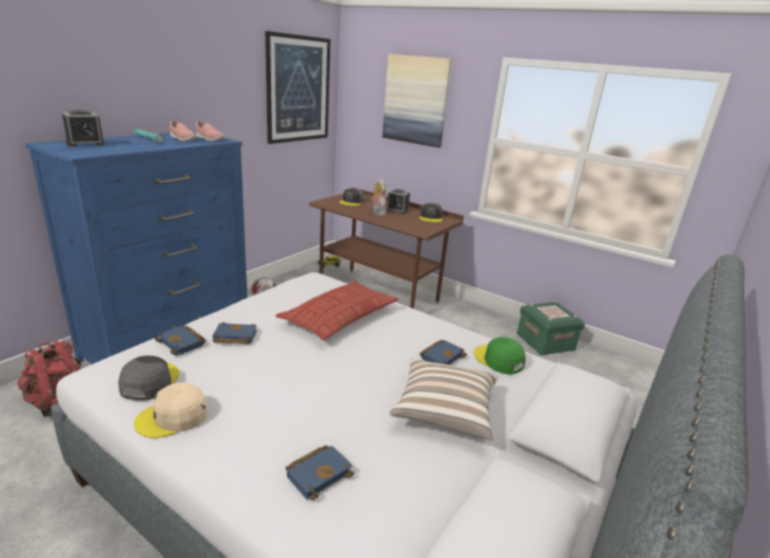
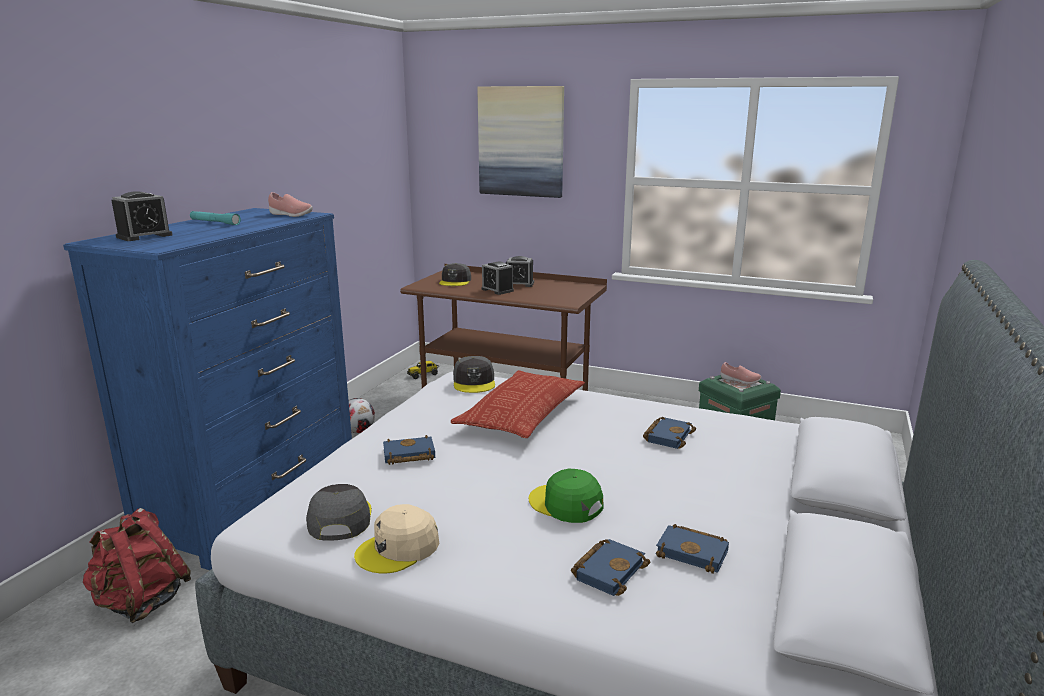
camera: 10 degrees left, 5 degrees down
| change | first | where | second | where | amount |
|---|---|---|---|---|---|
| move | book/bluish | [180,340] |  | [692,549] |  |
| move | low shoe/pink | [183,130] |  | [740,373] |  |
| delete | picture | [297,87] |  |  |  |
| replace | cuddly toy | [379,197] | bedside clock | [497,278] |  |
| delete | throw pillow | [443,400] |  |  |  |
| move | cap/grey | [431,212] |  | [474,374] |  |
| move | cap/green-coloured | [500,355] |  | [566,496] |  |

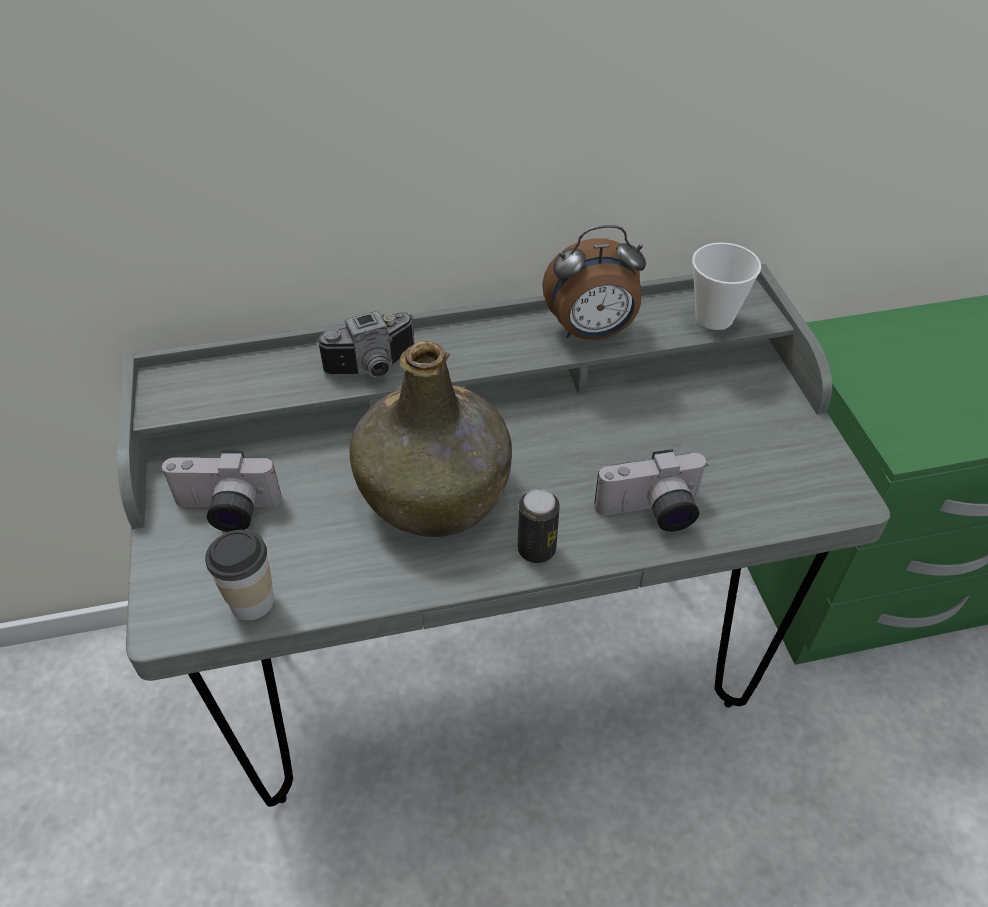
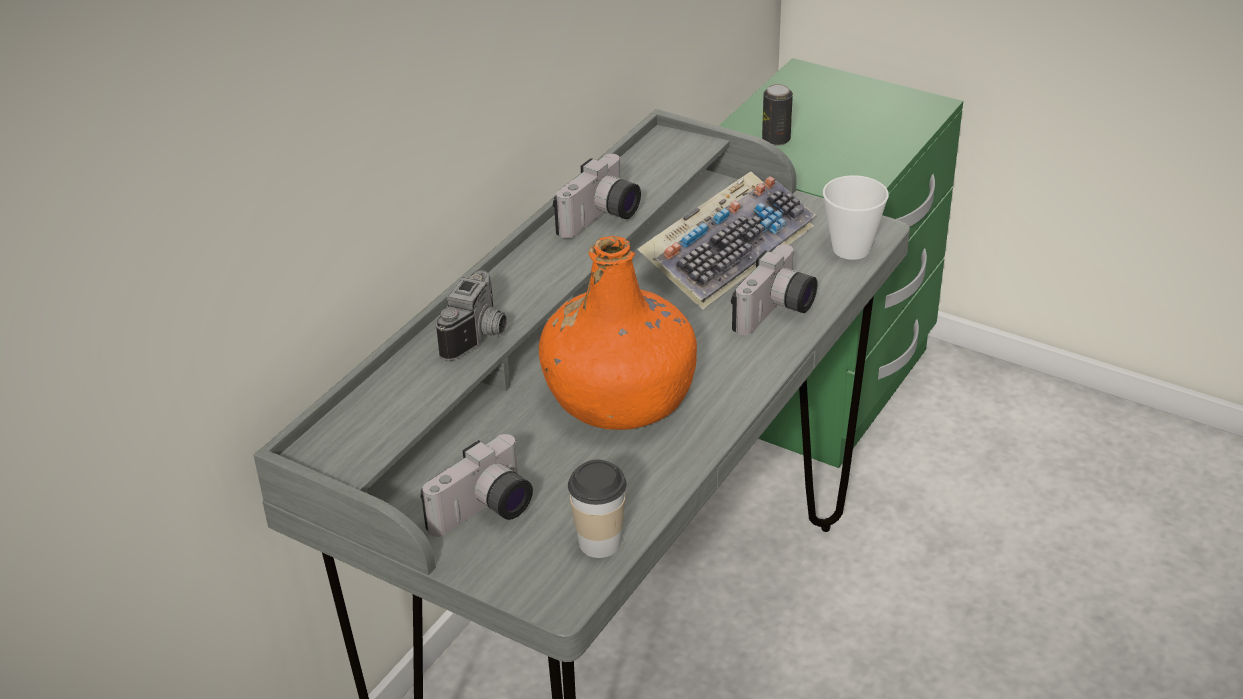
camera: 45 degrees left, 10 degrees down
| change | first | where | second | where | amount |
|---|---|---|---|---|---|
| recolor | bottle/green-coloured | [431,439] | bottle/orange | [618,333] |  |
| move | sealed can | [539,526] |  | [777,115] |  |
| replace | bedside clock | [594,282] | still camera | [597,196] |  |
| move | small cup | [726,286] |  | [856,217] |  |
| insert |  |  | computer keyboard | [726,240] |  |

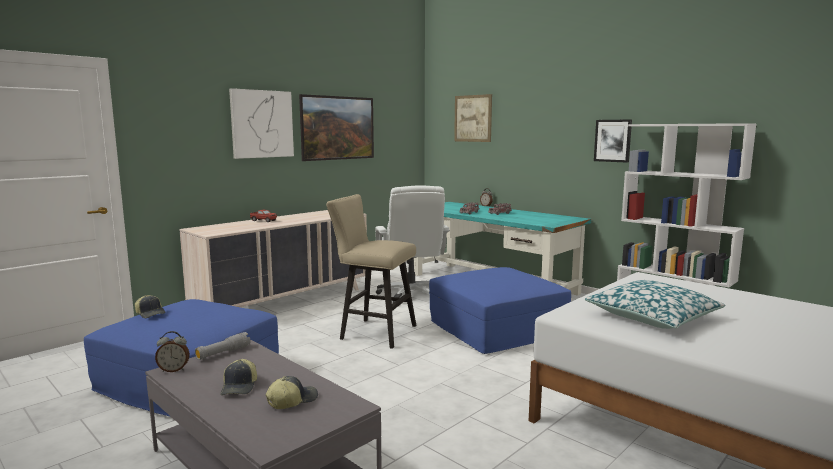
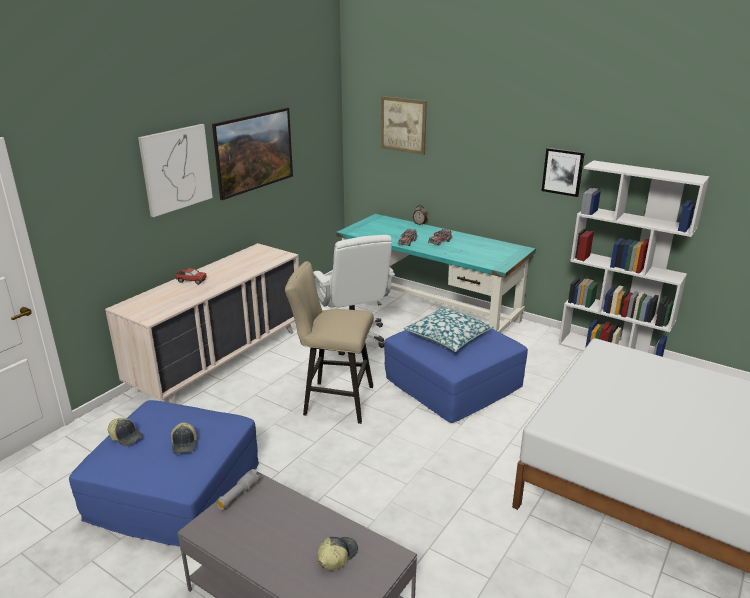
camera: 10 degrees left, 15 degrees up
| change | first | where | second | where | amount |
|---|---|---|---|---|---|
| delete | bedside clock | [172,351] |  |  |  |
| move | cap | [238,377] |  | [184,438] |  |
| move | throw pillow | [655,304] |  | [449,329] |  |

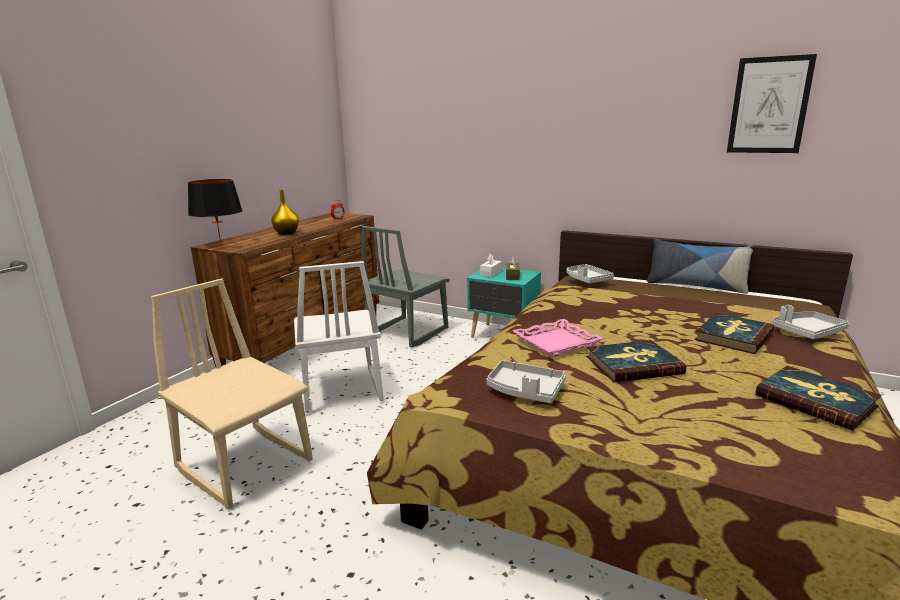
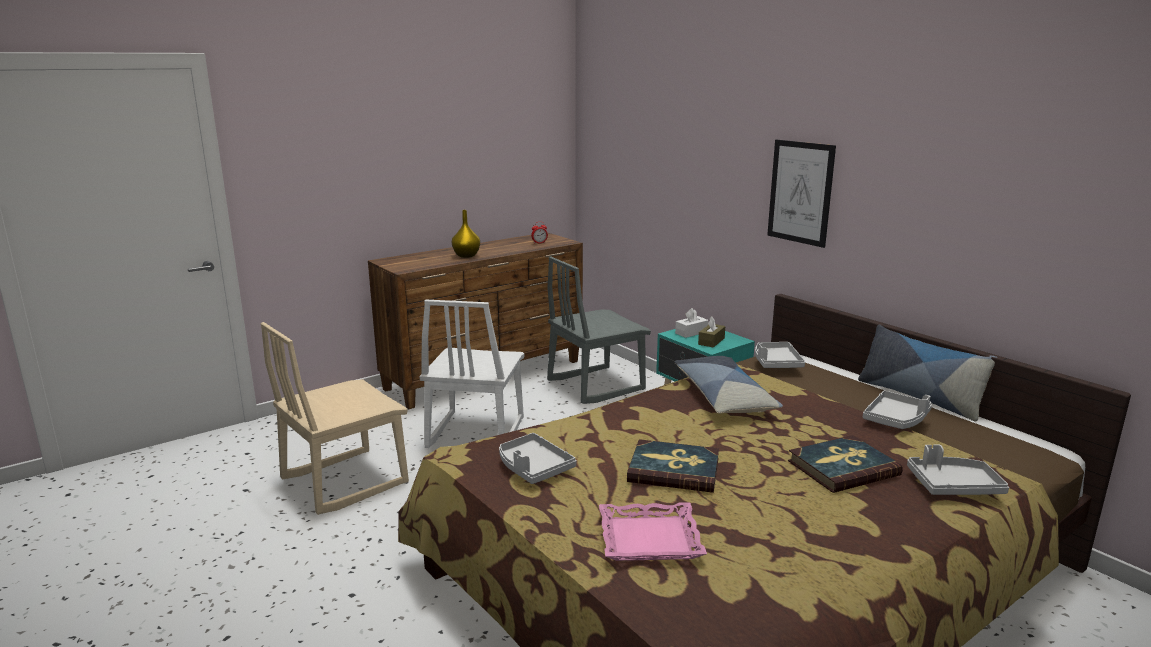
camera: 25 degrees right, 0 degrees up
| change | first | where | second | where | amount |
|---|---|---|---|---|---|
| rotate | upright chair/beige | [232,394] |  | [335,418] | 105 degrees counterclockwise |
| delete | tabletop lamp/black | [215,212] |  |  |  |
| move | tray/pink | [558,337] |  | [653,531] |  |
| move | picture | [772,103] |  | [801,194] |  |
| delete | book | [818,398] |  |  |  |
| insert |  |  | throw pillow | [729,385] |  |
| insert |  |  | tray/grey | [897,410] |  |

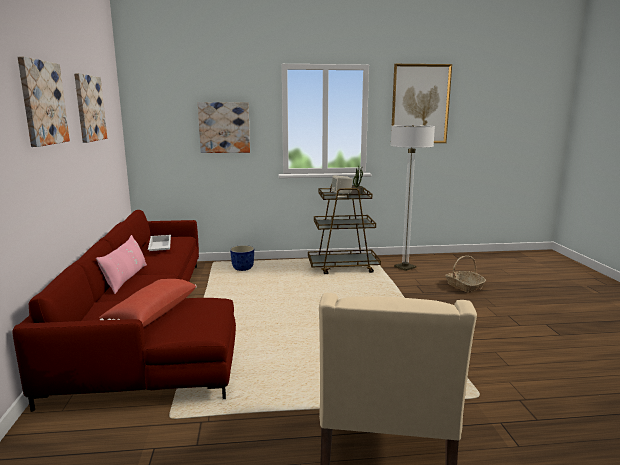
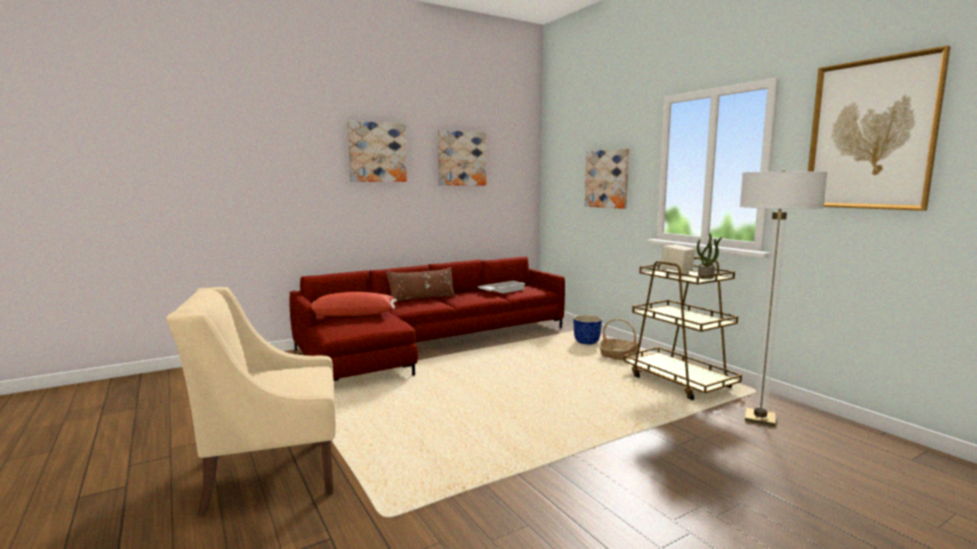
camera: 65 degrees right, 5 degrees down
| change | first | where | second | where | amount |
|---|---|---|---|---|---|
| recolor | throw pillow/pink | [121,264] | throw pillow/brown-coloured | [421,284] |  |
| move | basket | [465,274] |  | [619,339] |  |

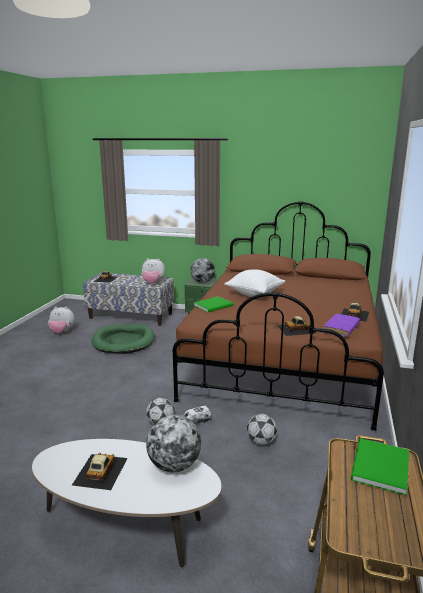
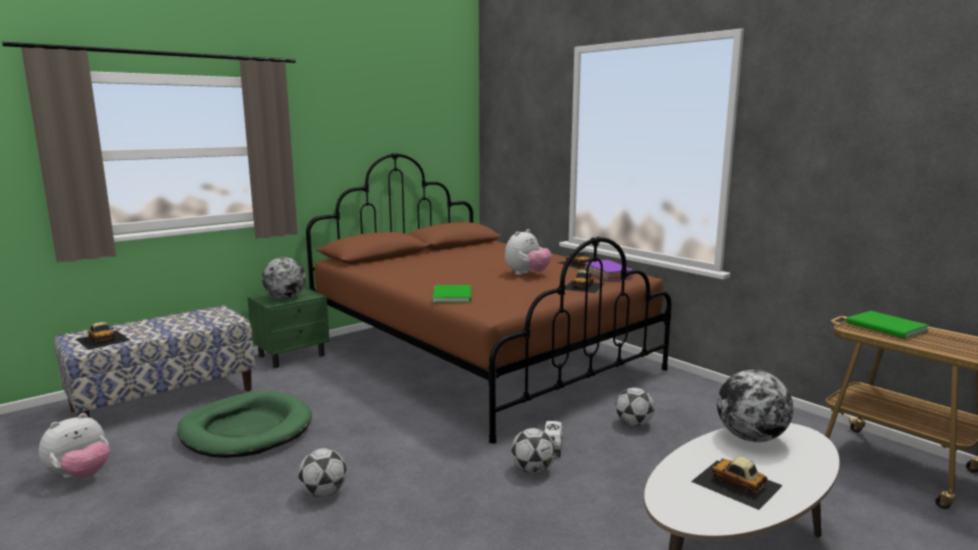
camera: 55 degrees left, 5 degrees down
| change | first | where | second | where | amount |
|---|---|---|---|---|---|
| move | cuddly toy | [153,271] |  | [528,252] |  |
| delete | throw pillow/white-coloured | [254,283] |  |  |  |
| insert |  |  | ball for football | [322,472] |  |

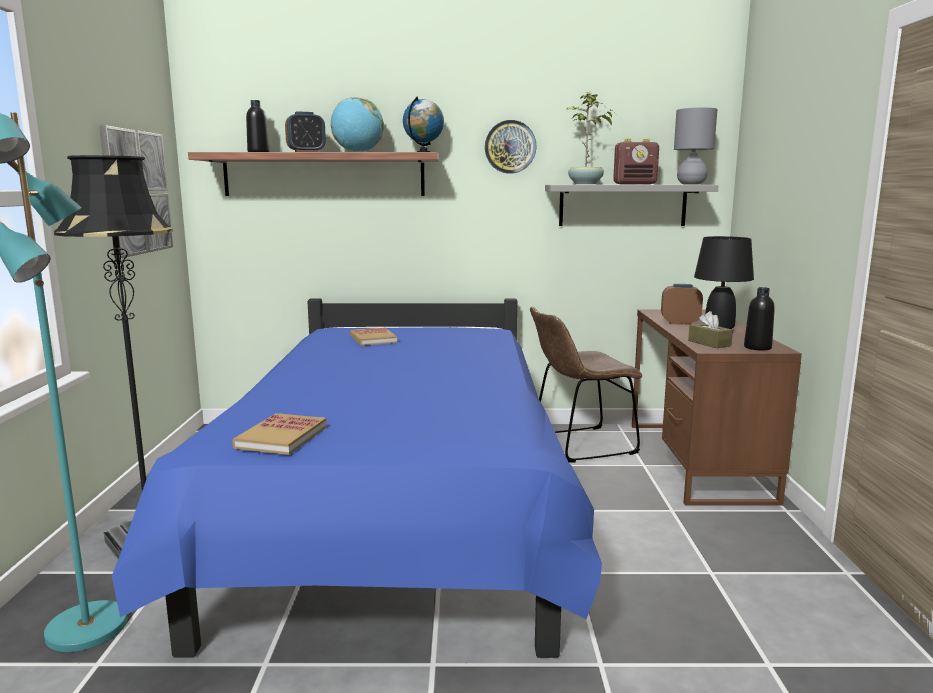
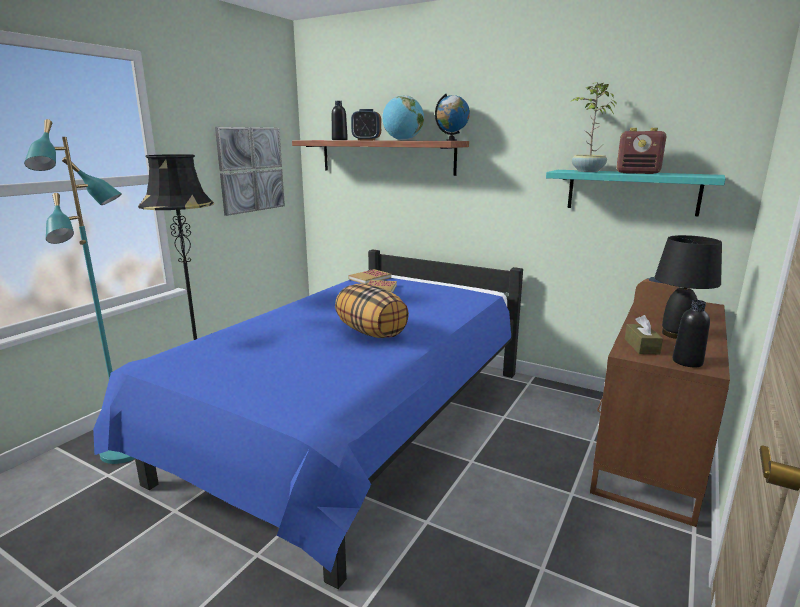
camera: 30 degrees right, 5 degrees up
| change | first | where | second | where | amount |
|---|---|---|---|---|---|
| move | book | [279,434] |  | [369,276] |  |
| delete | wall clock | [511,147] |  |  |  |
| delete | upright chair/brown-coloured | [586,384] |  |  |  |
| recolor | bracket shelf/grey | [632,205] | bracket shelf/turquoise-coloured | [636,193] |  |
| delete | tabletop lamp/grey | [695,146] |  |  |  |
| insert |  |  | throw pillow | [372,311] |  |

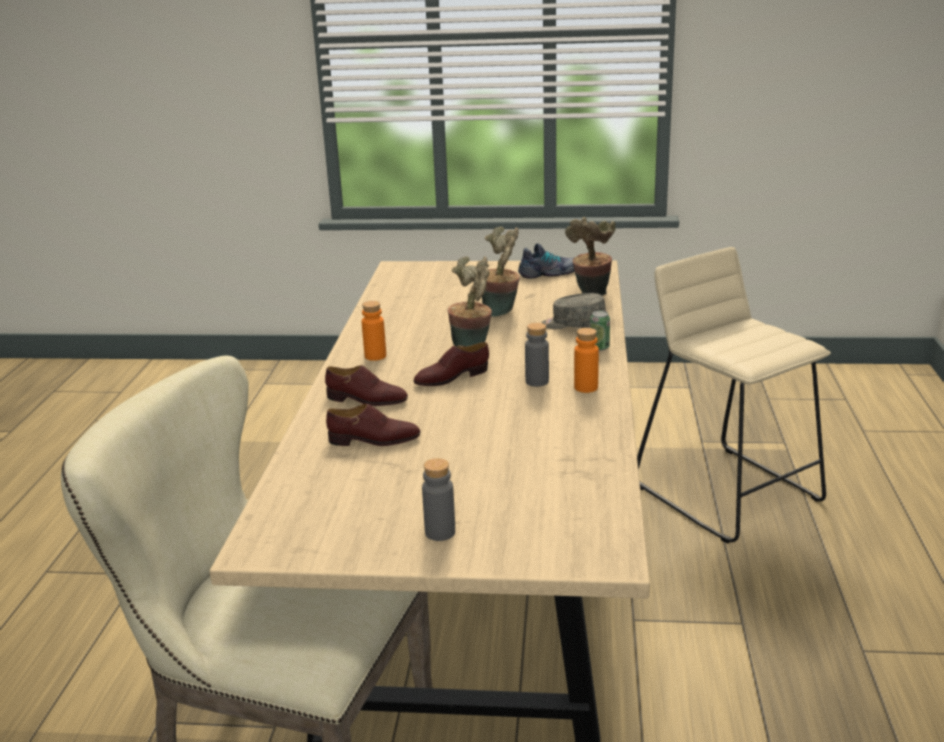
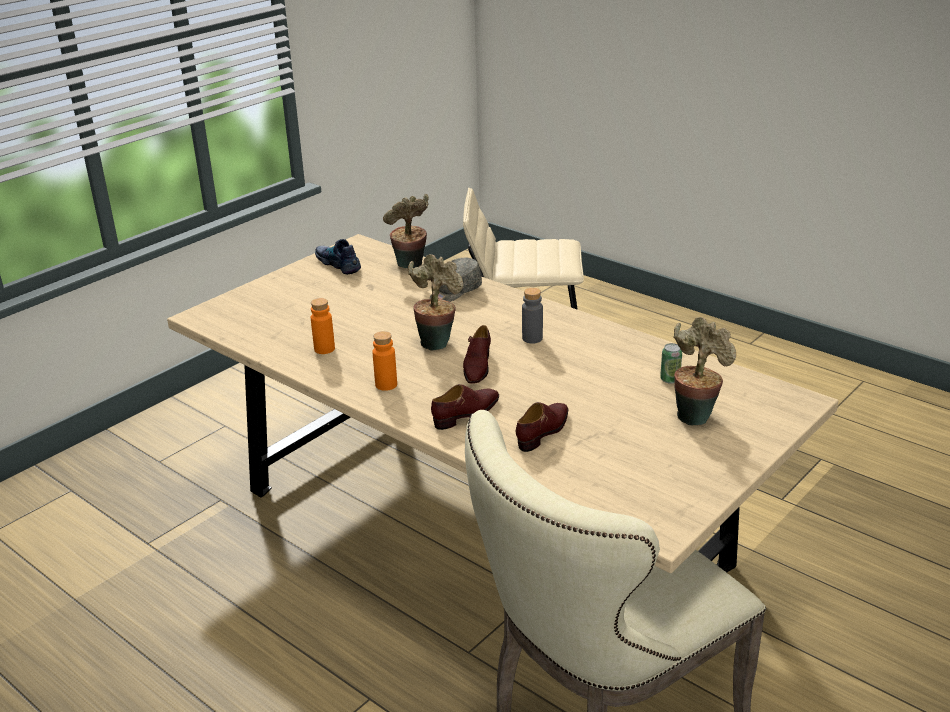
camera: 55 degrees left, 5 degrees up
| change | first | where | second | where | amount |
|---|---|---|---|---|---|
| delete | bottle/grey | [438,499] |  |  |  |
| move | potted plant | [501,271] |  | [704,371] |  |
| rotate | low shoe | [546,261] |  | [338,257] | 60 degrees counterclockwise |
| move | bottle/orange | [586,360] |  | [323,326] |  |
| move | sealed can | [600,331] |  | [671,363] |  |

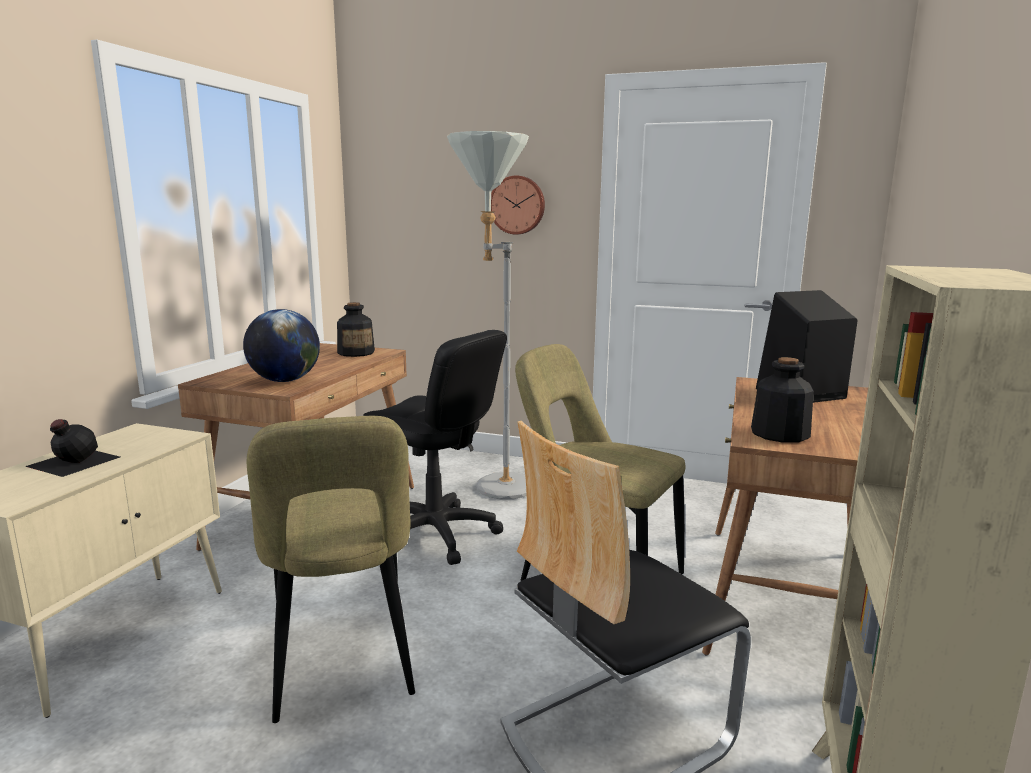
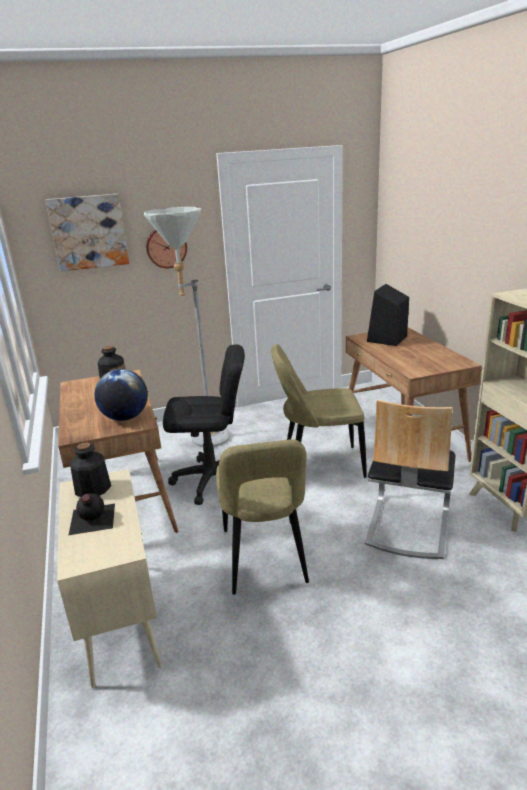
camera: 35 degrees left, 10 degrees up
| change | first | where | second | where | amount |
|---|---|---|---|---|---|
| rotate | upright chair/beige | [331,569] |  | [262,517] | 45 degrees clockwise |
| move | bottle | [782,400] |  | [90,470] |  |
| insert |  |  | picture | [87,233] |  |

